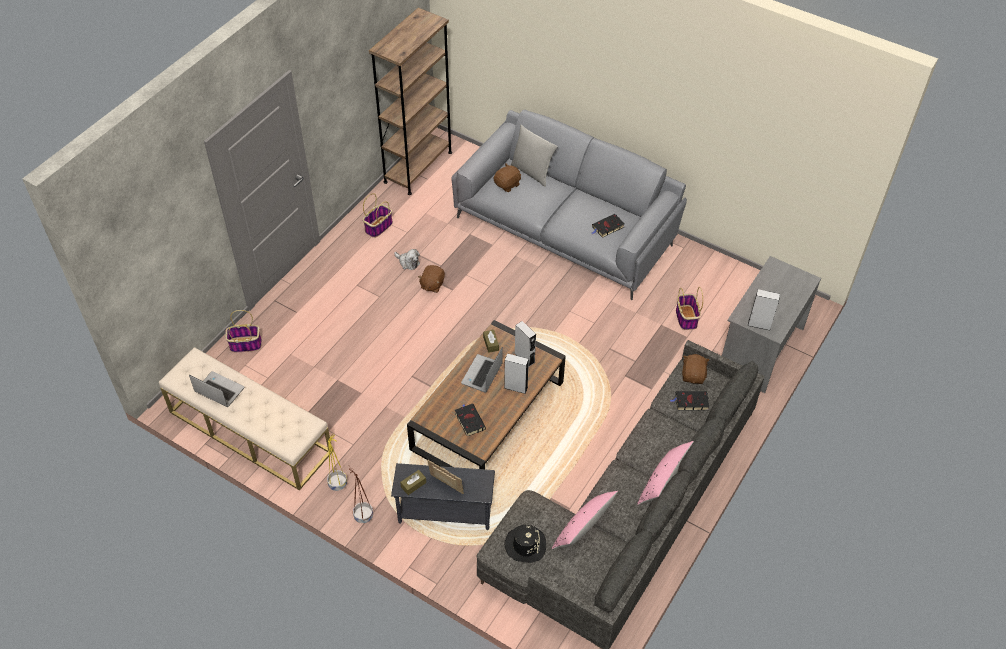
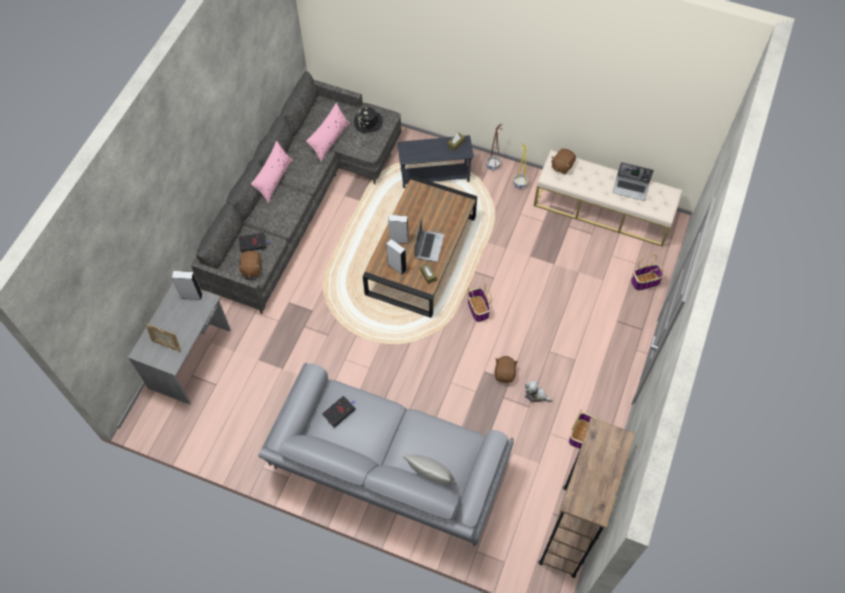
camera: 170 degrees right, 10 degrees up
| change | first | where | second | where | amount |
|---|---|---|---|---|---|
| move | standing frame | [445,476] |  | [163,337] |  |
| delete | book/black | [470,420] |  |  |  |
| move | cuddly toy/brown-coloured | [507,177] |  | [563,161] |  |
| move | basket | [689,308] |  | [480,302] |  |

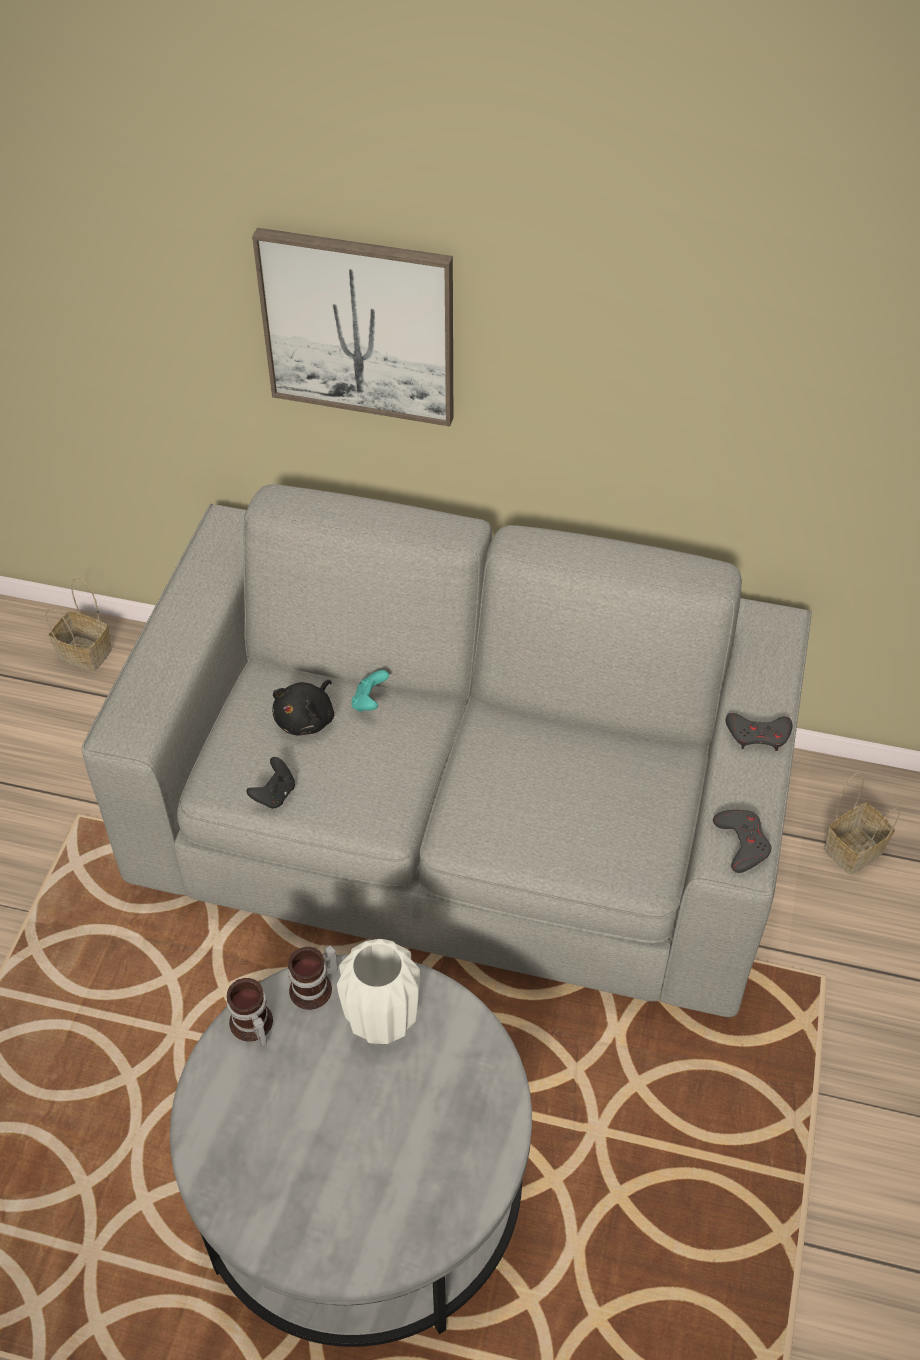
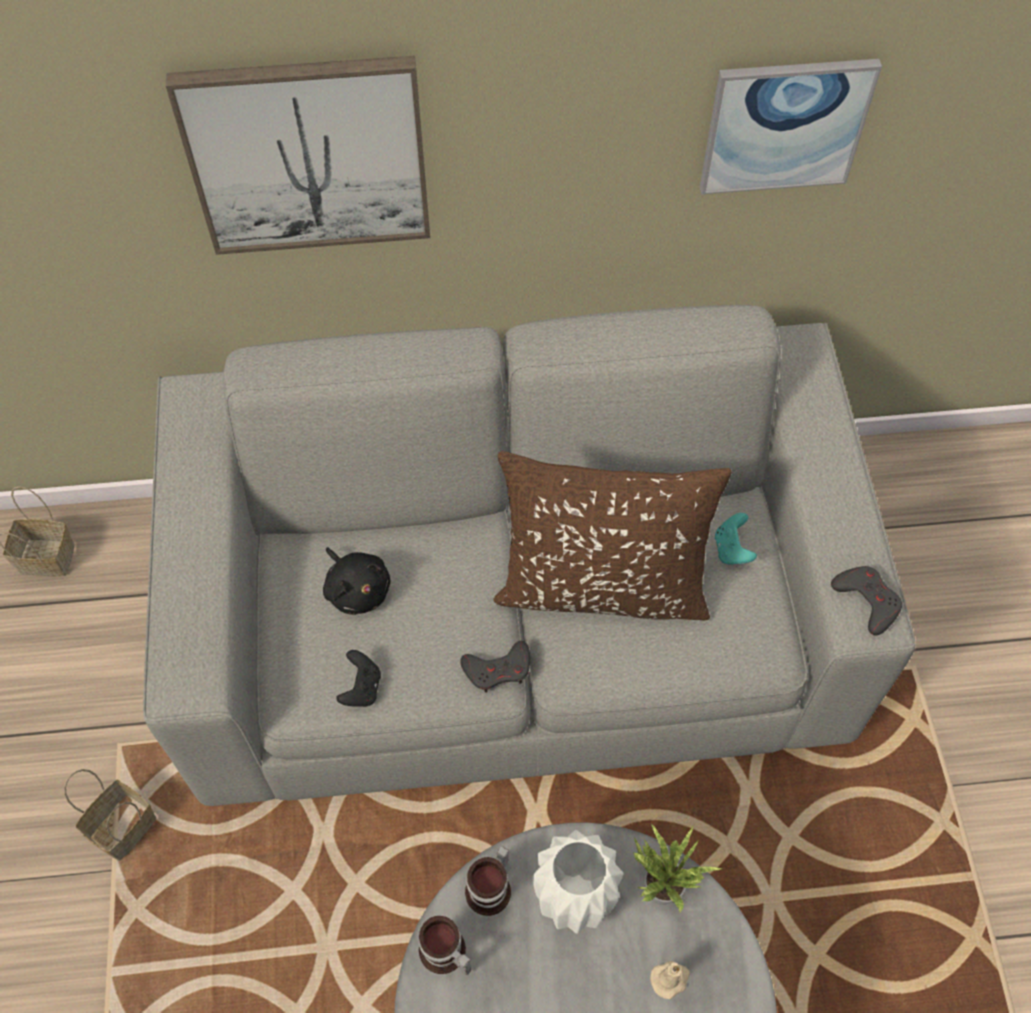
camera: 20 degrees left, 10 degrees up
| change | first | where | second | where | amount |
|---|---|---|---|---|---|
| rotate | cuddly toy/black | [303,708] |  | [357,581] | 45 degrees counterclockwise |
| move | gamepad/turquoise-coloured | [370,691] |  | [736,539] |  |
| move | gamepad/grey | [759,732] |  | [495,667] |  |
| move | basket | [862,823] |  | [110,815] |  |
| insert |  |  | throw pillow/brown-coloured | [612,535] |  |
| insert |  |  | potted plant | [677,868] |  |
| insert |  |  | wax candle/beige | [670,980] |  |
| insert |  |  | picture | [791,126] |  |

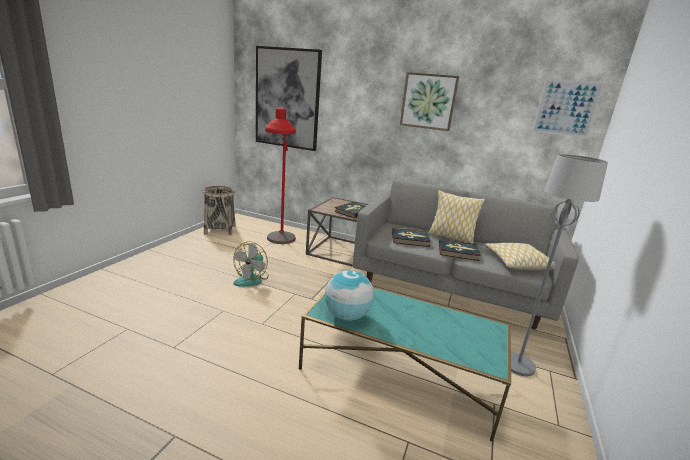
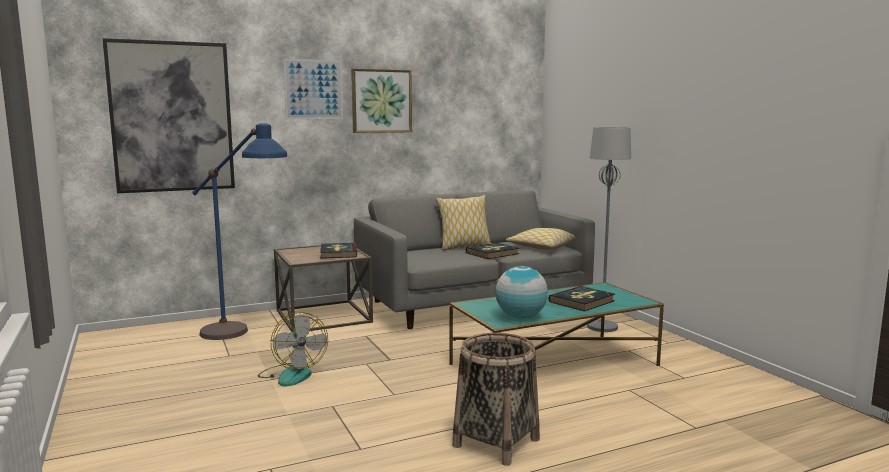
camera: 45 degrees left, 10 degrees down
| change | first | where | second | where | amount |
|---|---|---|---|---|---|
| move | basket | [219,210] |  | [496,399] |  |
| recolor | standard lamp/red | [280,176] | standard lamp/bluish | [239,231] |  |
| move | book | [411,237] |  | [582,298] |  |
| move | picture | [568,108] |  | [313,89] |  |

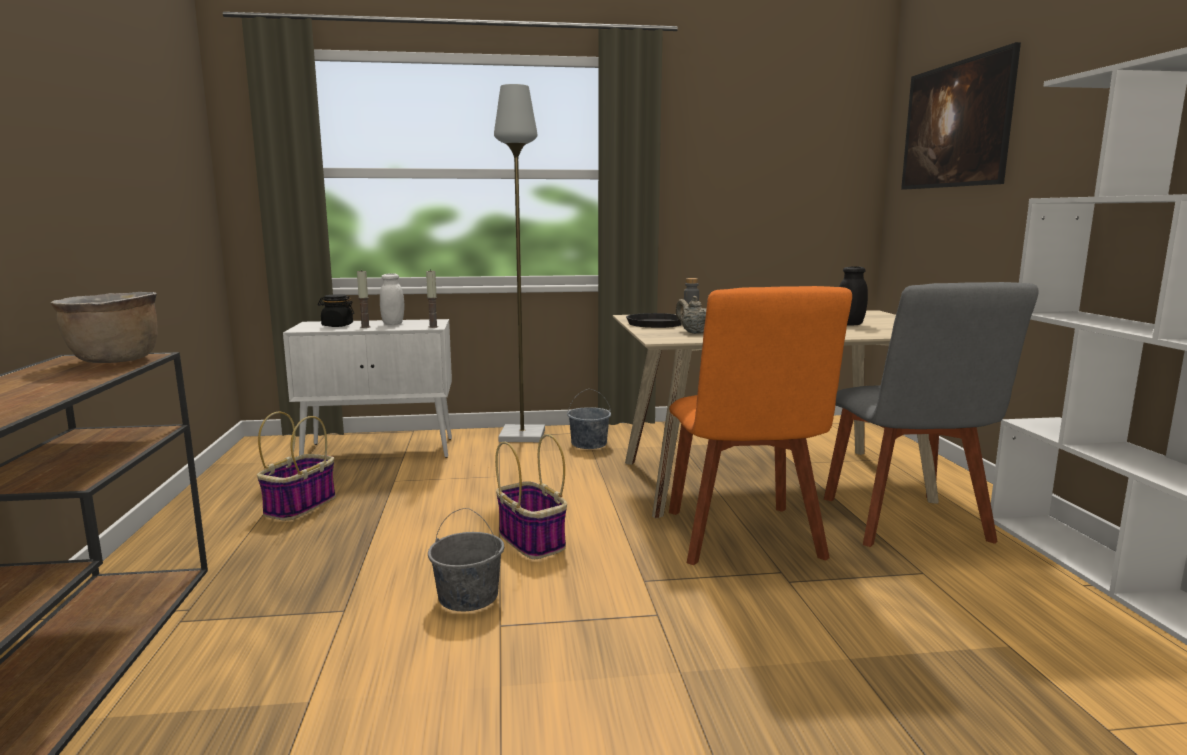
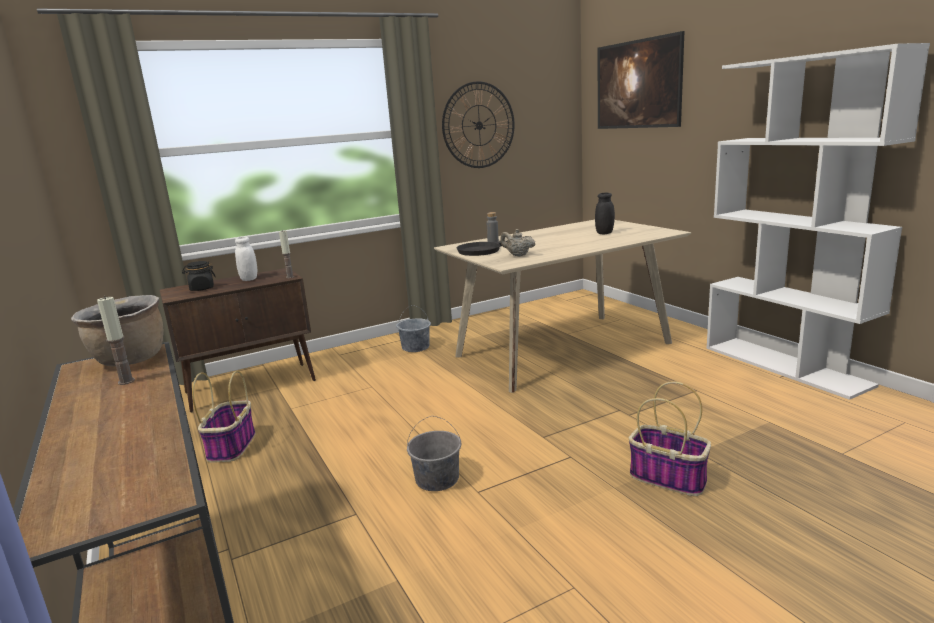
camera: 20 degrees left, 5 degrees up
| change | first | where | second | where | amount |
|---|---|---|---|---|---|
| recolor | storage cabinet/white-coloured | [367,388] | storage cabinet/brown-coloured | [237,340] |  |
| move | wax candle | [363,298] |  | [116,340] |  |
| delete | standard lamp/grey | [519,263] |  |  |  |
| move | basket | [531,496] |  | [670,438] |  |
| delete | upright chair/orange | [760,425] |  |  |  |
| delete | upright chair/grey | [931,414] |  |  |  |
| insert |  |  | wall clock | [478,124] |  |

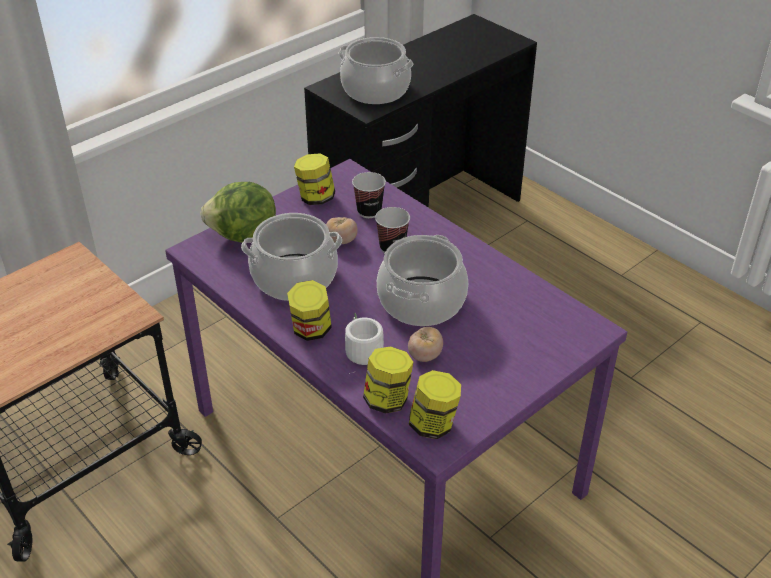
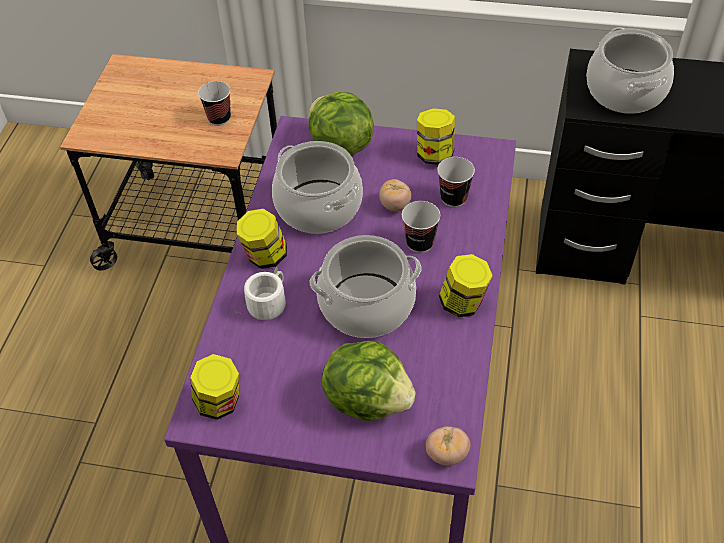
camera: 55 degrees right, 10 degrees up
| change | first | where | second | where | amount |
|---|---|---|---|---|---|
| move | storage jar | [388,380] |  | [466,286] |  |
| move | whole tomato | [425,344] |  | [448,446] |  |
| insert |  |  | small cup | [214,103] |  |
| insert |  |  | head of lettuce | [369,381] |  |

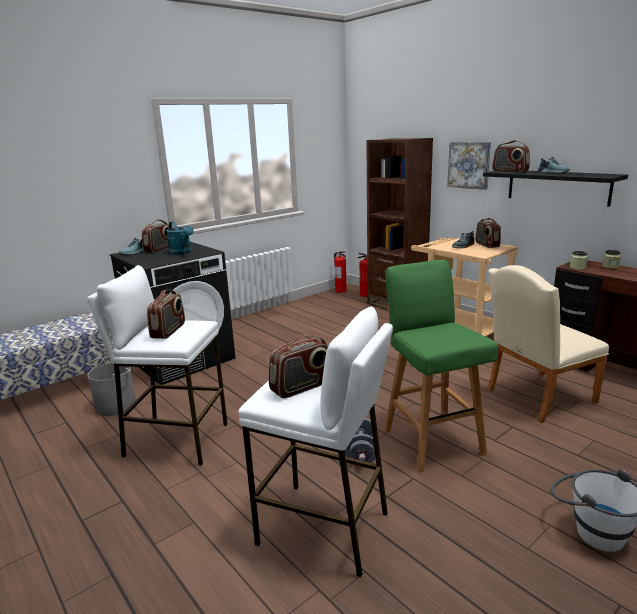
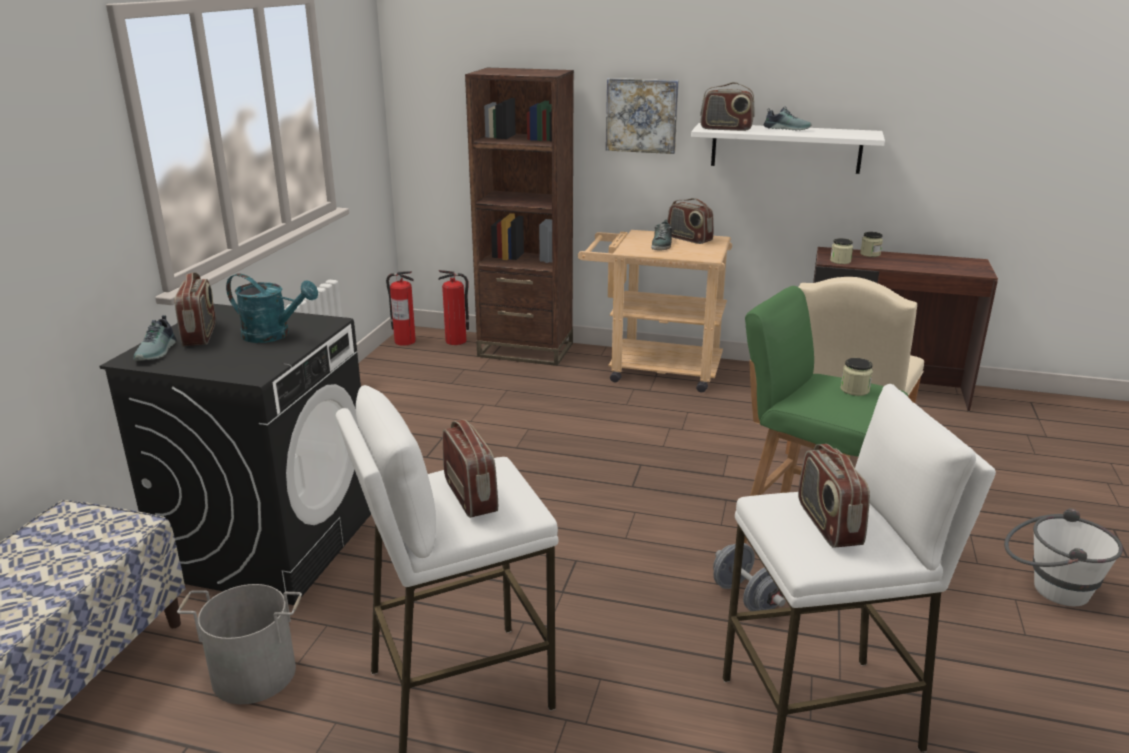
camera: 35 degrees left, 5 degrees up
| change | first | where | second | where | amount |
|---|---|---|---|---|---|
| rotate | radio receiver | [298,367] |  | [834,496] | 150 degrees clockwise |
| recolor | bracket shelf/black | [555,189] | bracket shelf/white-coloured | [788,148] |  |
| insert |  |  | storage jar | [856,377] |  |

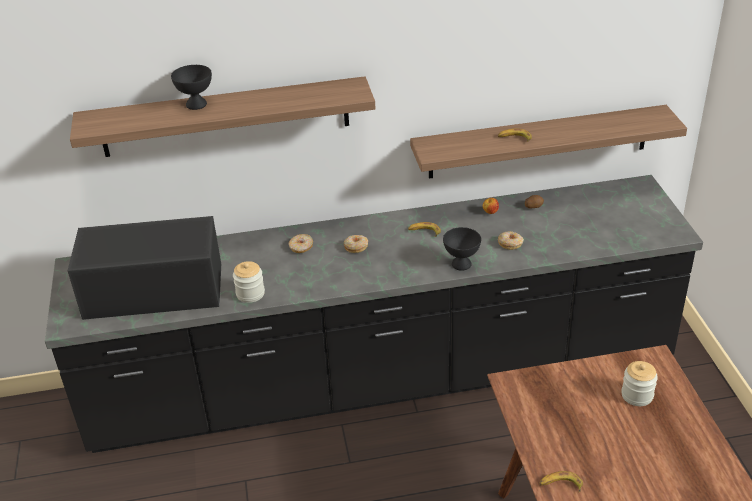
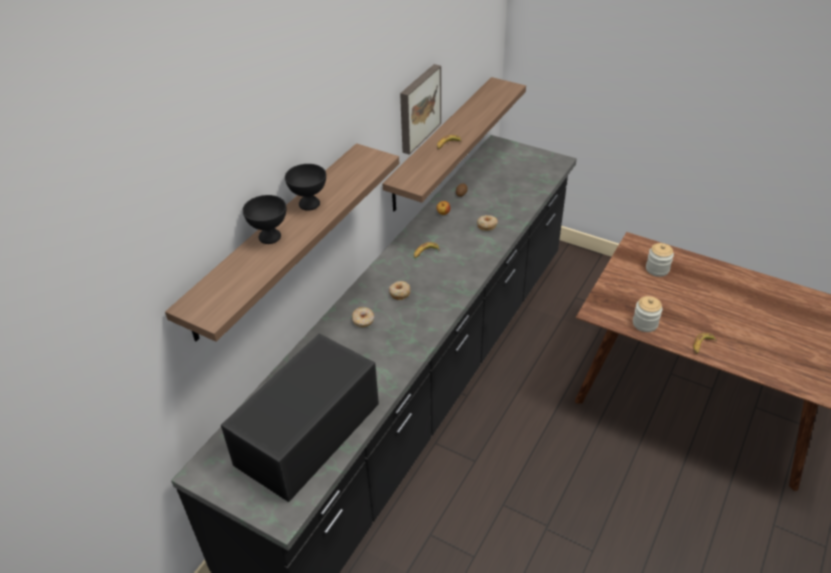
camera: 50 degrees left, 5 degrees up
| change | first | where | second | where | amount |
|---|---|---|---|---|---|
| move | storage jar | [249,282] |  | [648,314] |  |
| move | deep dish/black | [462,249] |  | [305,187] |  |
| insert |  |  | picture | [420,109] |  |

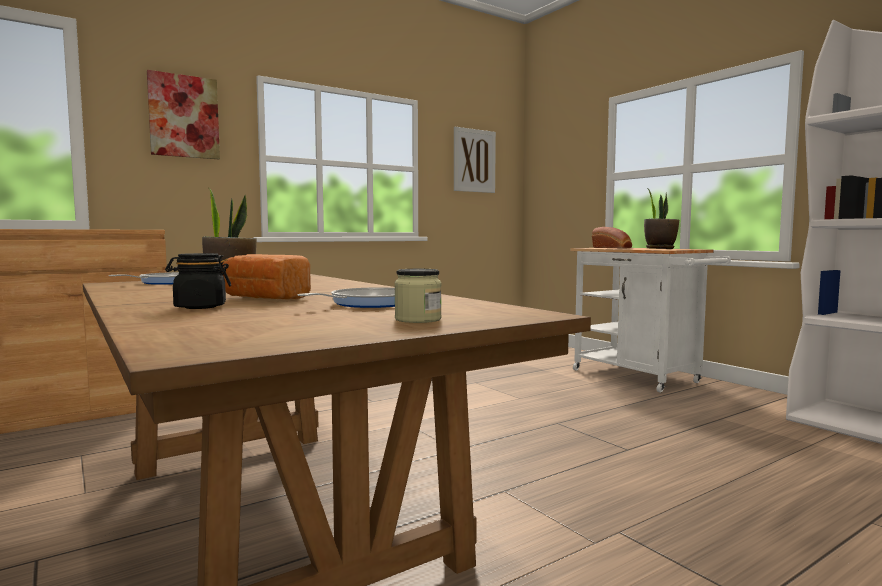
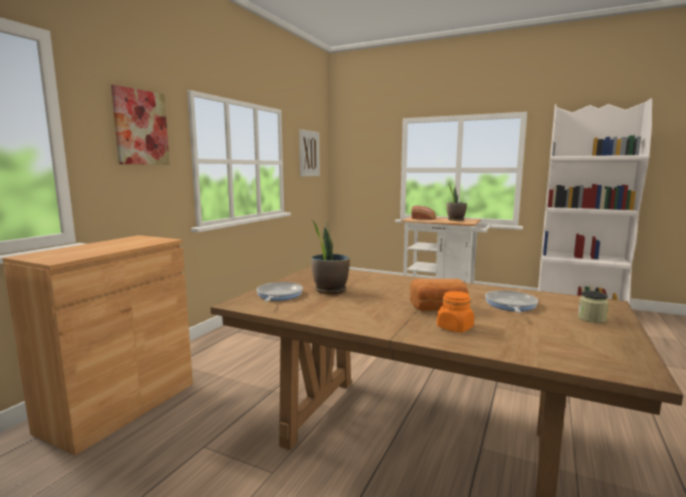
camera: 30 degrees left, 5 degrees up
| change | first | where | second | where | amount |
|---|---|---|---|---|---|
| recolor | storage jar/black | [198,281] | storage jar/orange | [455,312] |  |

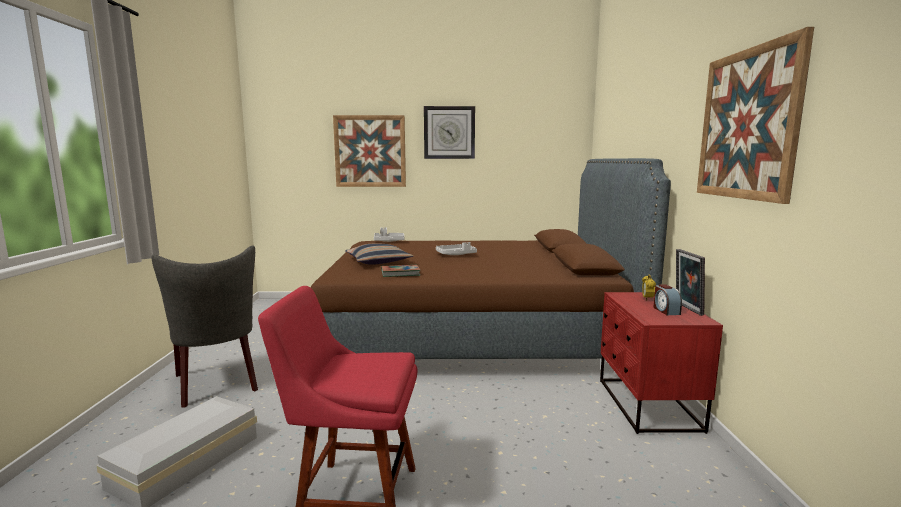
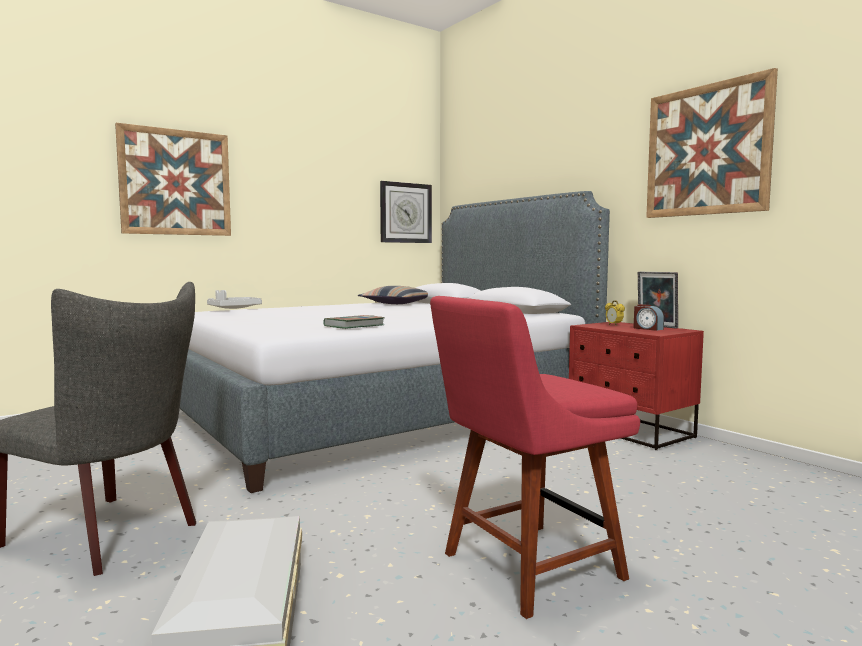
camera: 35 degrees left, 5 degrees down
| change | first | where | second | where | amount |
|---|---|---|---|---|---|
| recolor | bed/brown-coloured | [491,258] | bed/grey | [395,342] |  |
| move | throw pillow | [379,254] |  | [393,295] |  |
| move | wall clock | [449,132] |  | [406,212] |  |
| delete | tray/grey | [456,248] |  |  |  |

